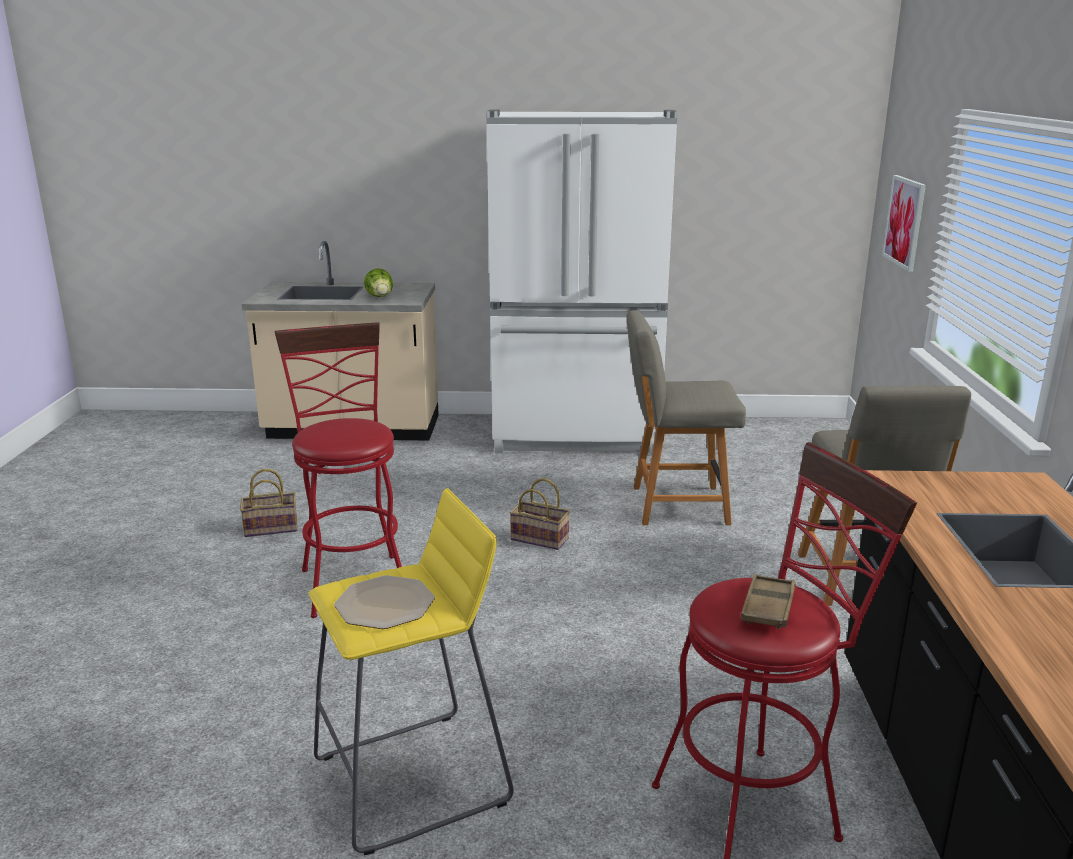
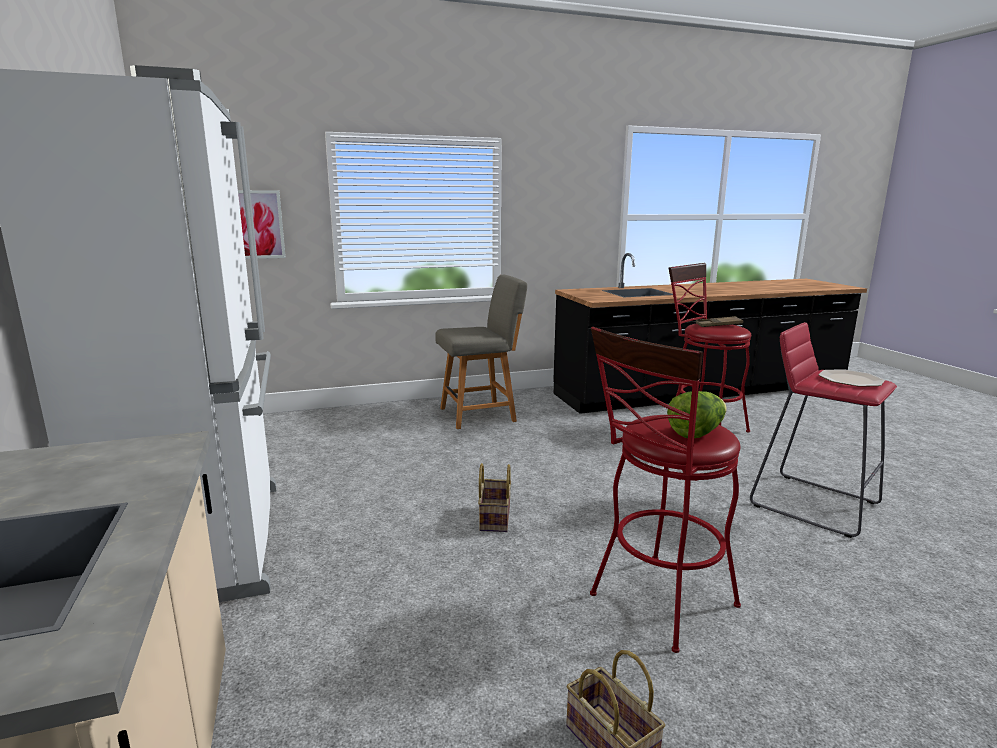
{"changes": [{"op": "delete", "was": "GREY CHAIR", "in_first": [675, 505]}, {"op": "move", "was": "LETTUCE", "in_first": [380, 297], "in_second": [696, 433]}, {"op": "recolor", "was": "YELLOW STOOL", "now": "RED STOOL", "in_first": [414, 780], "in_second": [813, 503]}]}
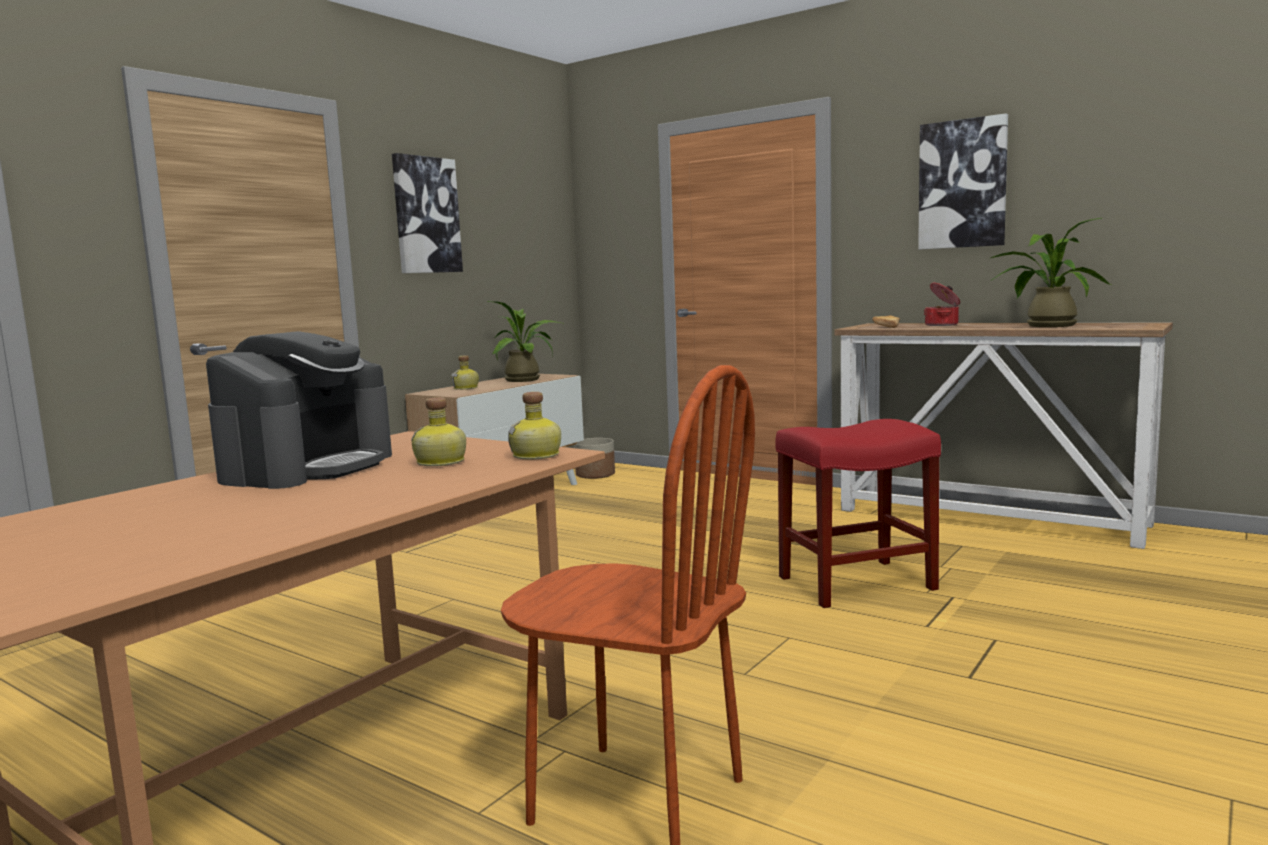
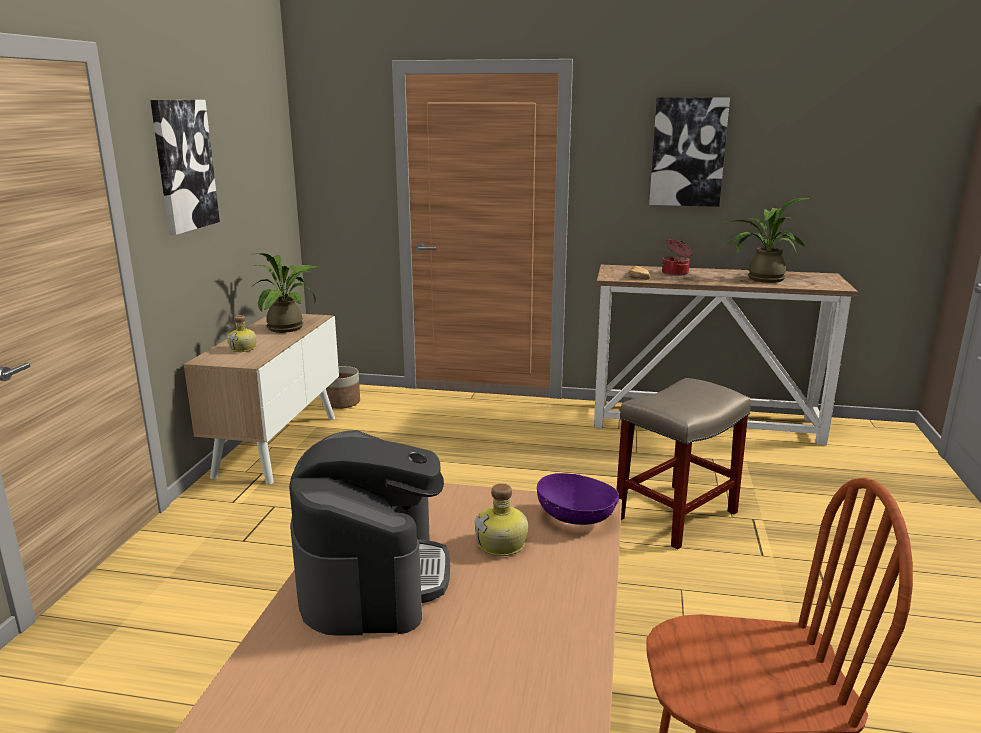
{"changes": [{"op": "replace", "was": "BOTTLE", "now": "PURPLE BOWL", "in_first": [537, 456], "in_second": [576, 517]}, {"op": "recolor", "was": "RED STOOL", "now": "BEIGE STOOL", "in_first": [854, 583], "in_second": [675, 516]}]}
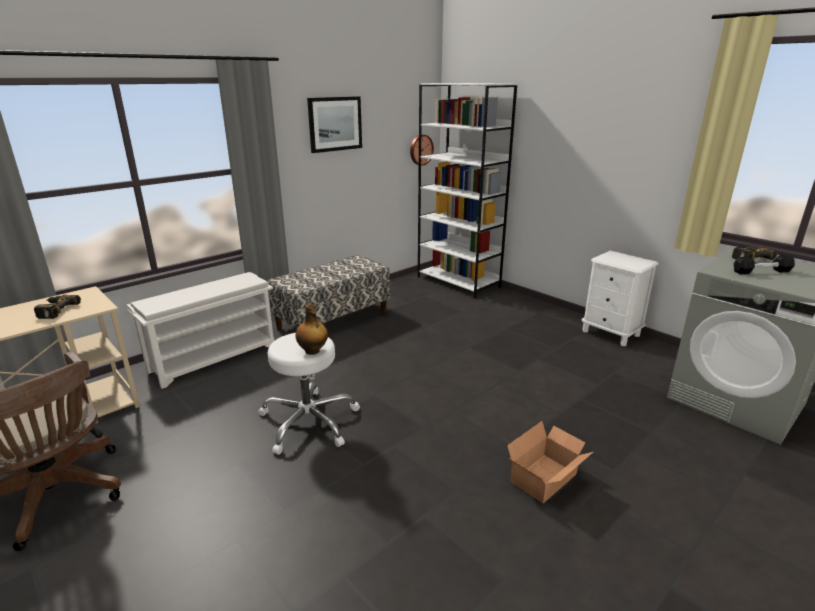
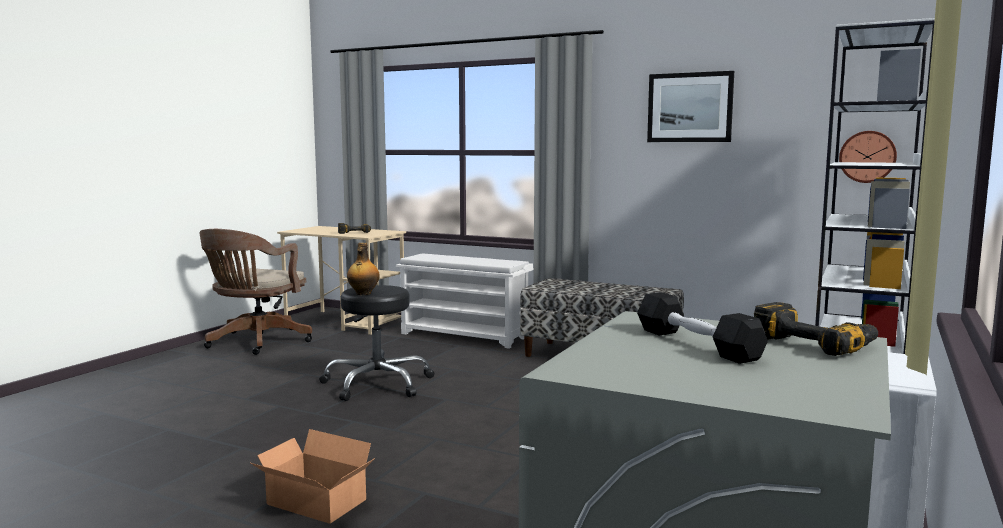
{"changes": [{"op": "recolor", "was": "WHITE STOOL", "now": "BLACK STOOL", "in_first": [309, 422], "in_second": [378, 383]}]}
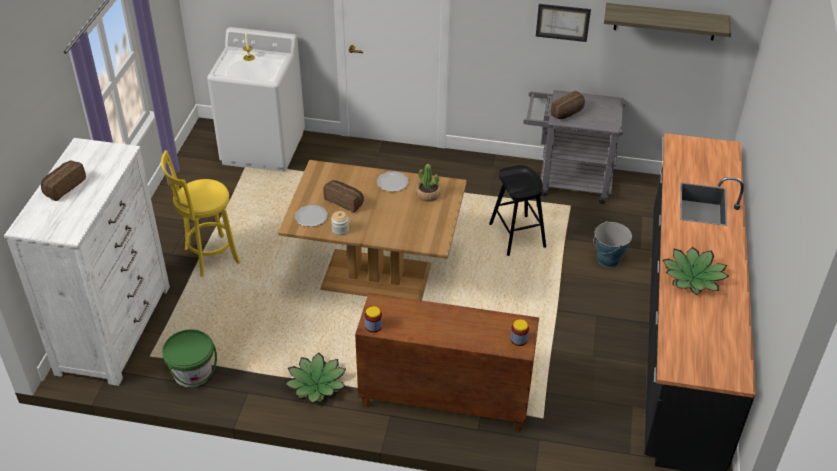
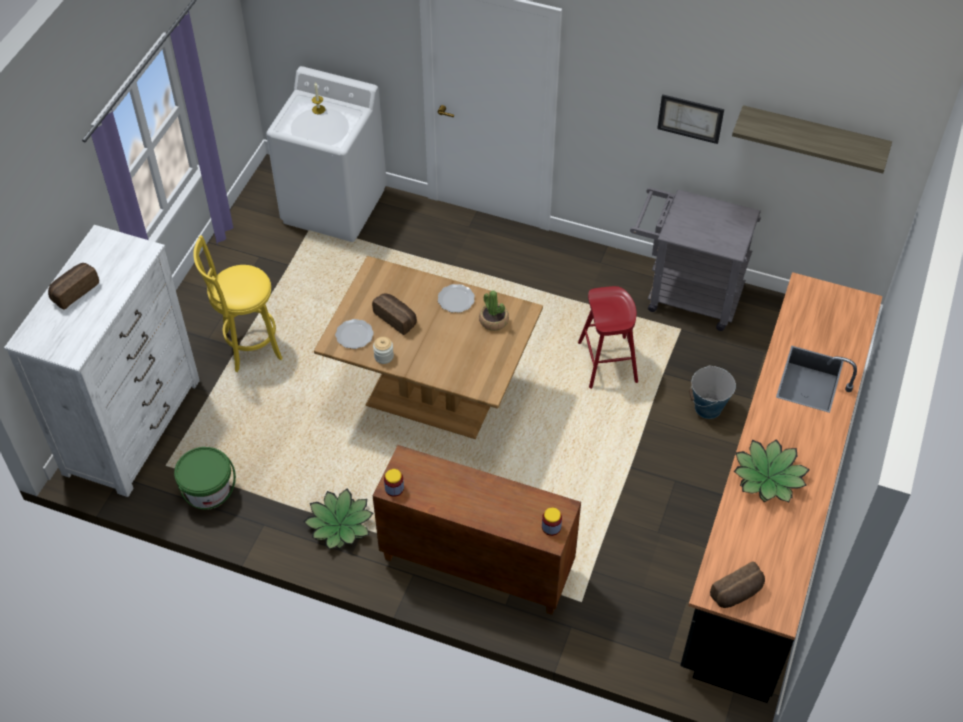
{"changes": [{"op": "move", "was": "BREAD", "in_first": [568, 113], "in_second": [737, 593]}, {"op": "recolor", "was": "BLACK STOOL", "now": "RED STOOL", "in_first": [517, 235], "in_second": [607, 362]}]}
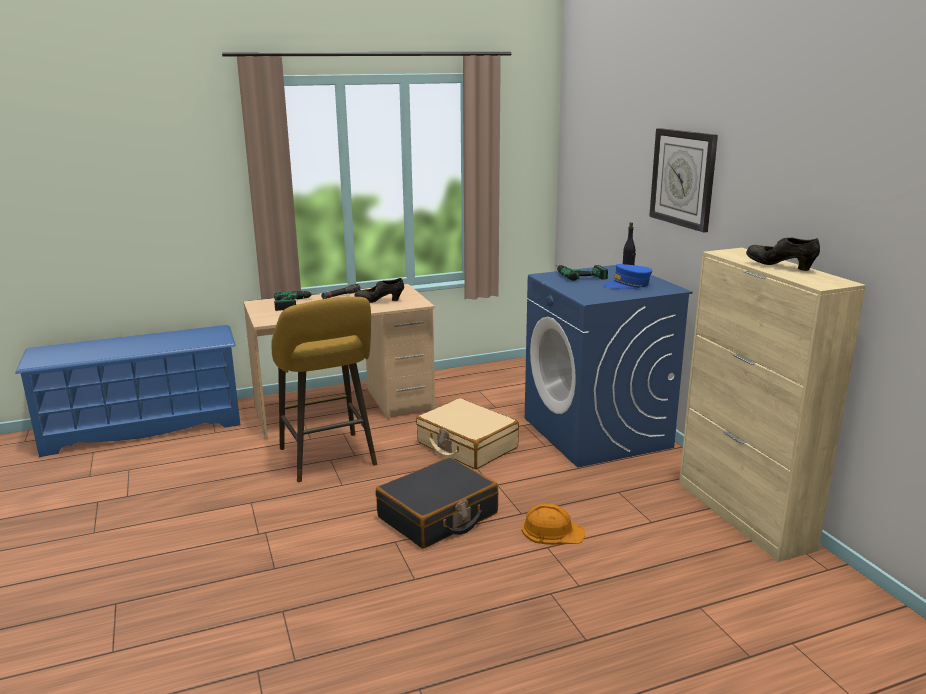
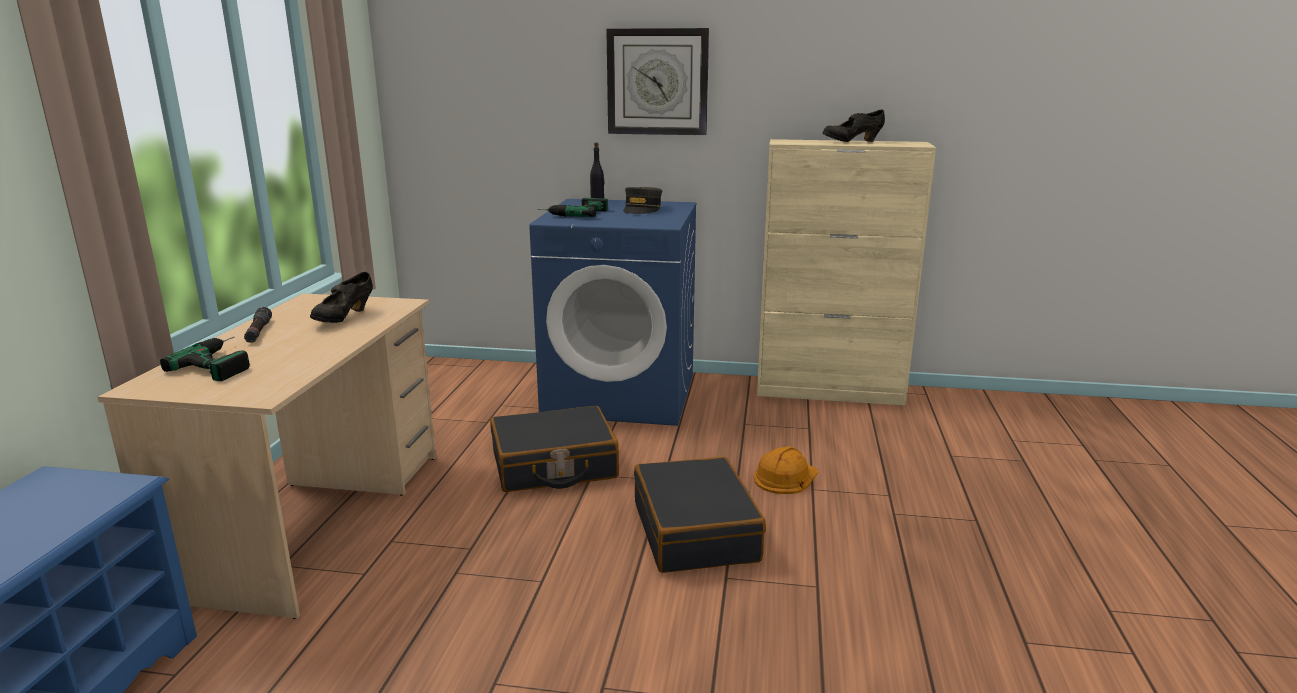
{"changes": [{"op": "delete", "was": "YELLOW STOOL", "in_first": [329, 459]}, {"op": "recolor", "was": "BEIGE SUITCASE", "now": "BLACK SUITCASE", "in_first": [466, 445], "in_second": [554, 466]}, {"op": "recolor", "was": "BLUE CAP", "now": "GREY CAP", "in_first": [628, 285], "in_second": [642, 209]}]}
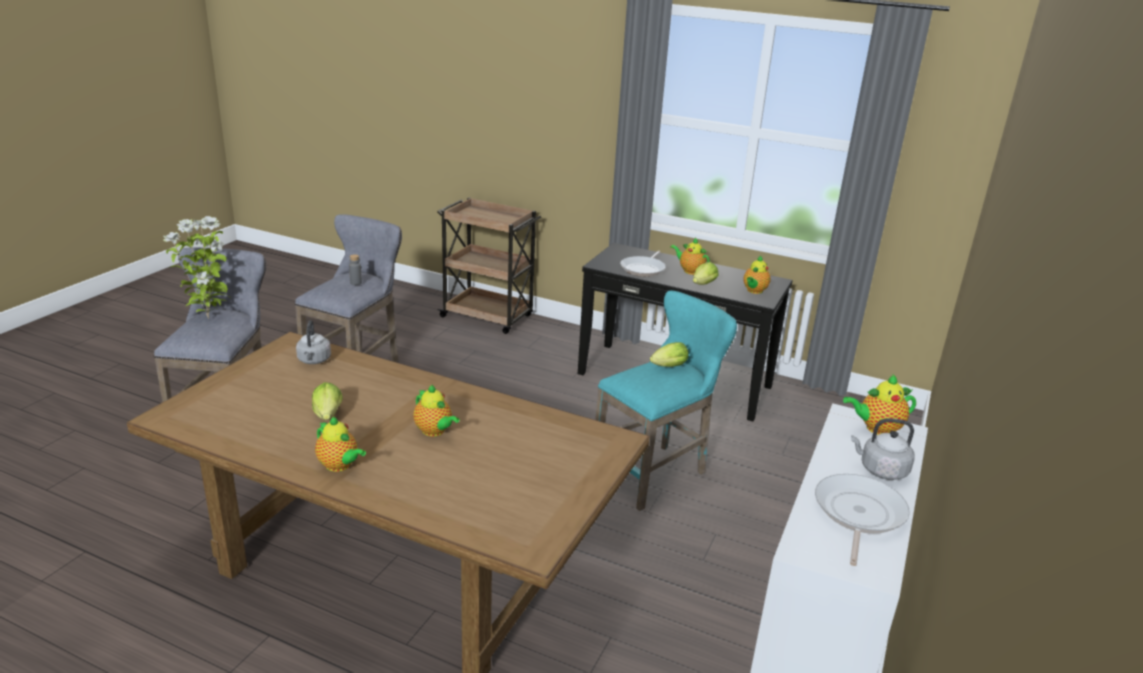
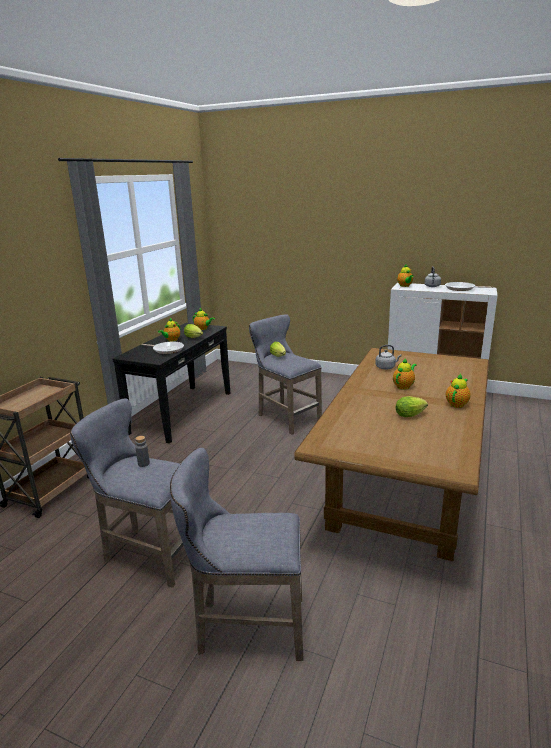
{"changes": [{"op": "delete", "was": "POTTED PLANT", "in_first": [209, 317]}, {"op": "move", "was": "GREY KETTLE", "in_first": [314, 360], "in_second": [386, 367]}, {"op": "recolor", "was": "TURQUOISE STOOL", "now": "GREY STOOL", "in_first": [655, 473], "in_second": [285, 417]}]}
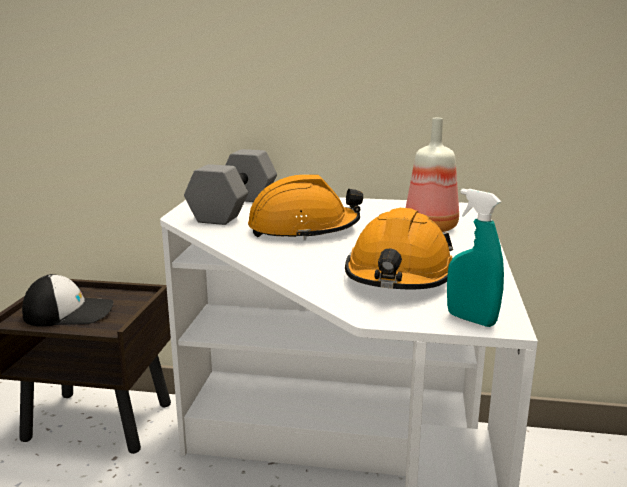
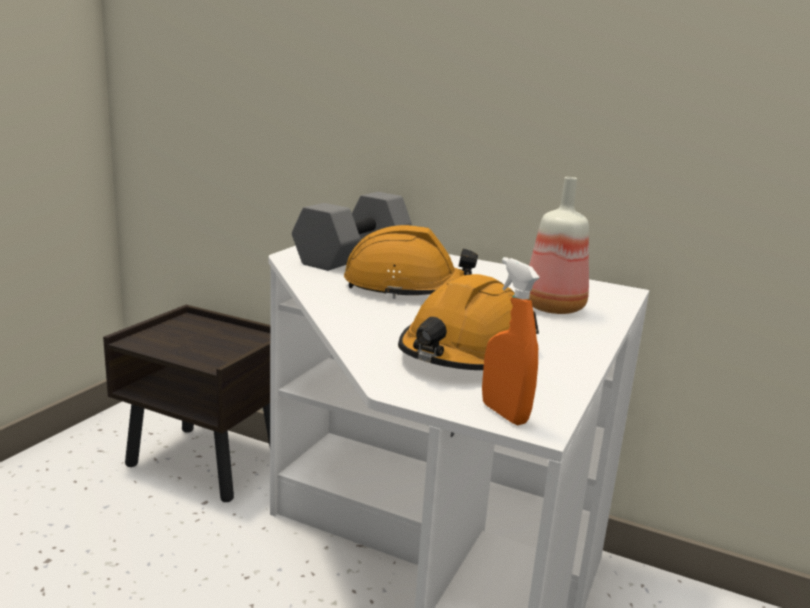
{"changes": [{"op": "delete", "was": "CAP", "in_first": [69, 312]}, {"op": "recolor", "was": "TURQUOISE SPRAY BOTTLE", "now": "ORANGE SPRAY BOTTLE", "in_first": [471, 319], "in_second": [504, 413]}]}
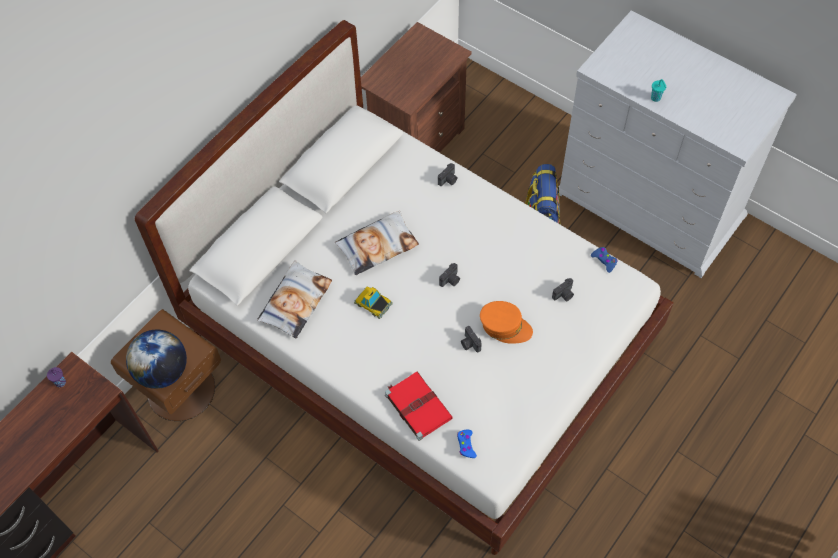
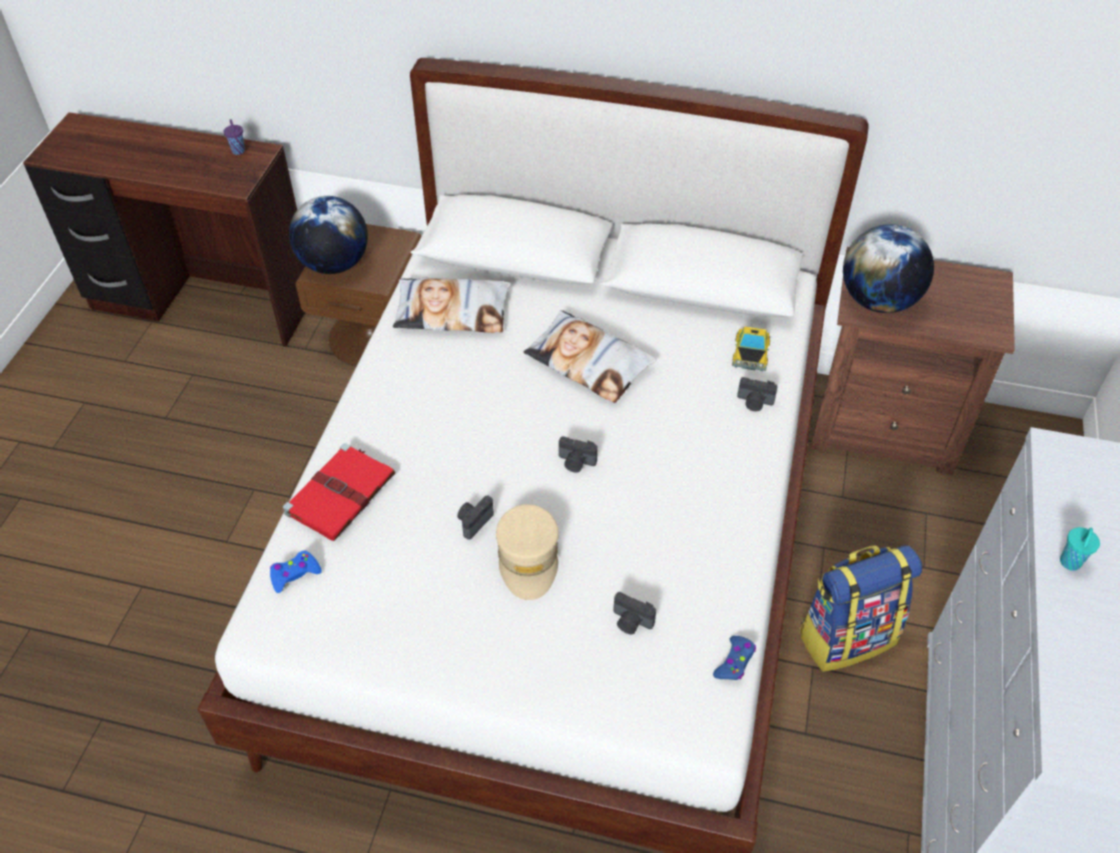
{"changes": [{"op": "insert", "now": "GLOBE", "in_second": [878, 301]}, {"op": "move", "was": "TOY CAR", "in_first": [373, 303], "in_second": [751, 352]}, {"op": "recolor", "was": "ORANGE CAP", "now": "BEIGE CAP", "in_first": [505, 327], "in_second": [528, 559]}]}
